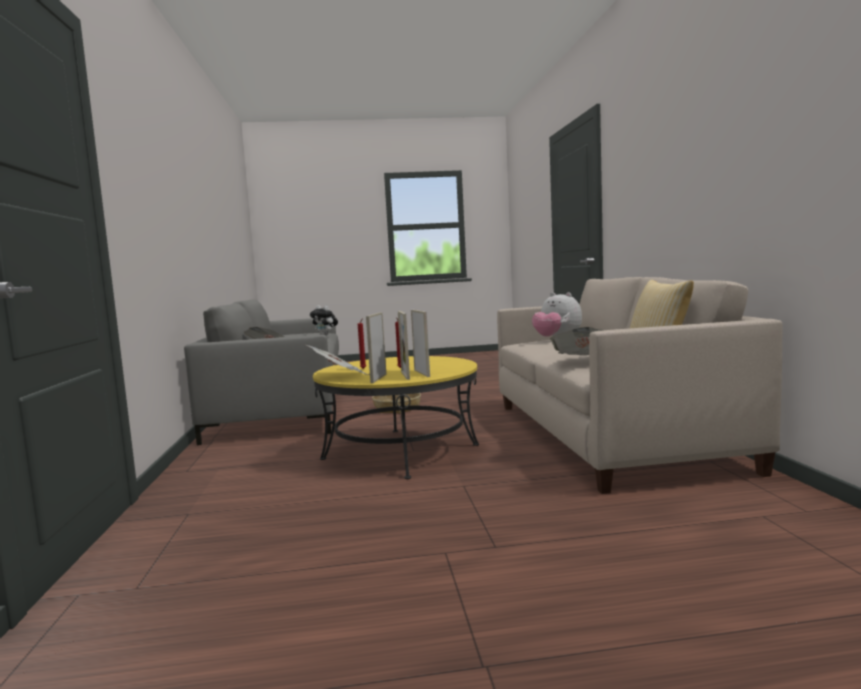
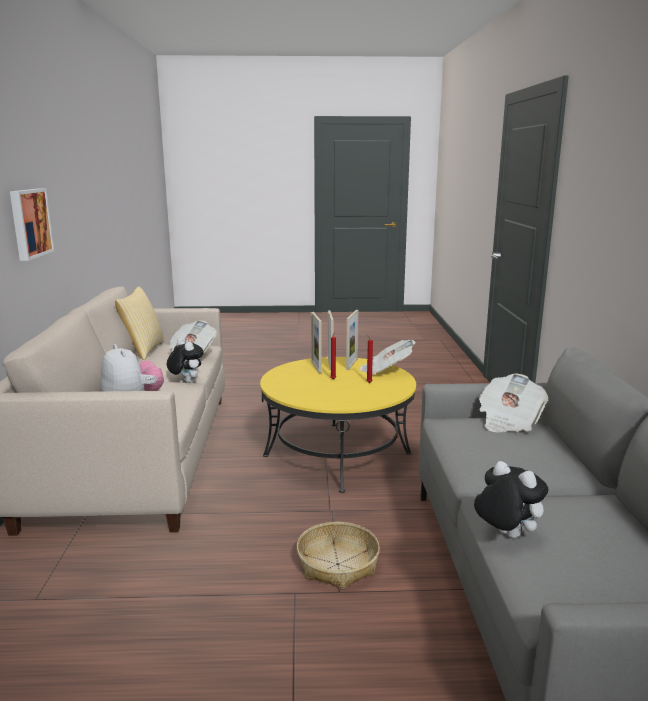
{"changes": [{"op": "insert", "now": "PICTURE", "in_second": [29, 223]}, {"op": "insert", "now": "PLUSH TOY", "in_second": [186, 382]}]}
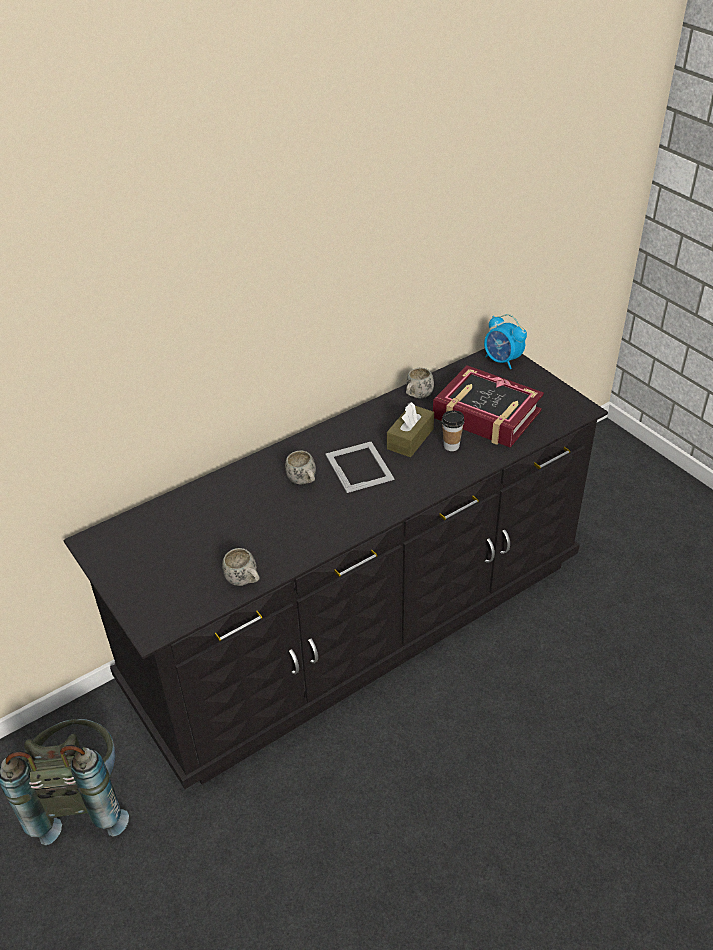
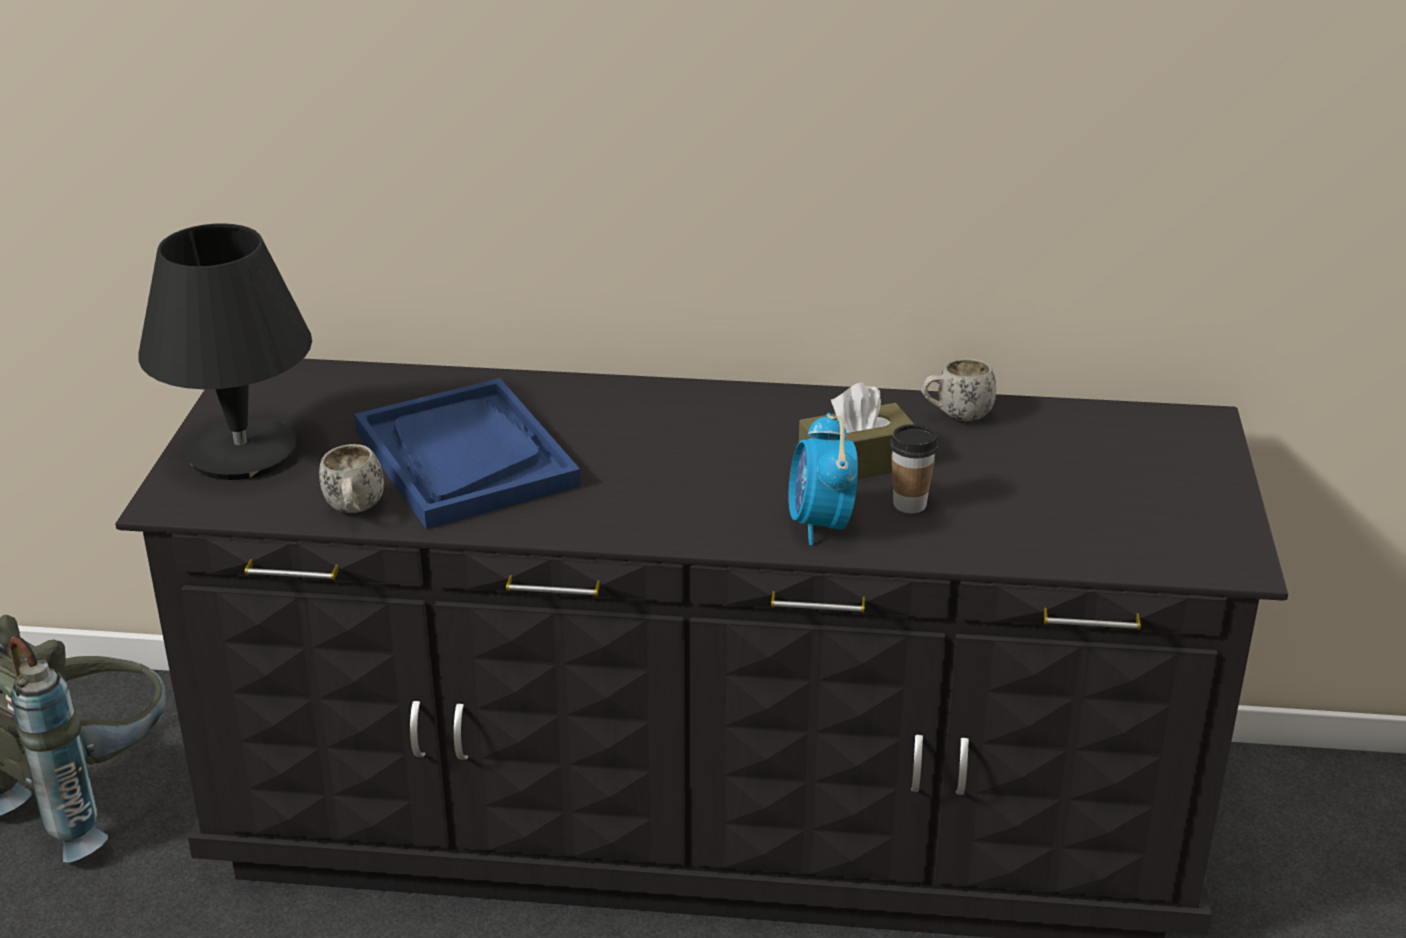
{"changes": [{"op": "delete", "was": "WHITE MUG", "in_first": [304, 482]}, {"op": "delete", "was": "PICTURE FRAME", "in_first": [359, 466]}, {"op": "delete", "was": "BOOK", "in_first": [486, 415]}, {"op": "insert", "now": "BLACK TABLE LAMP", "in_second": [242, 453]}, {"op": "insert", "now": "BLUE TRAY", "in_second": [464, 458]}, {"op": "move", "was": "ALARM CLOCK", "in_first": [502, 360], "in_second": [820, 525]}]}
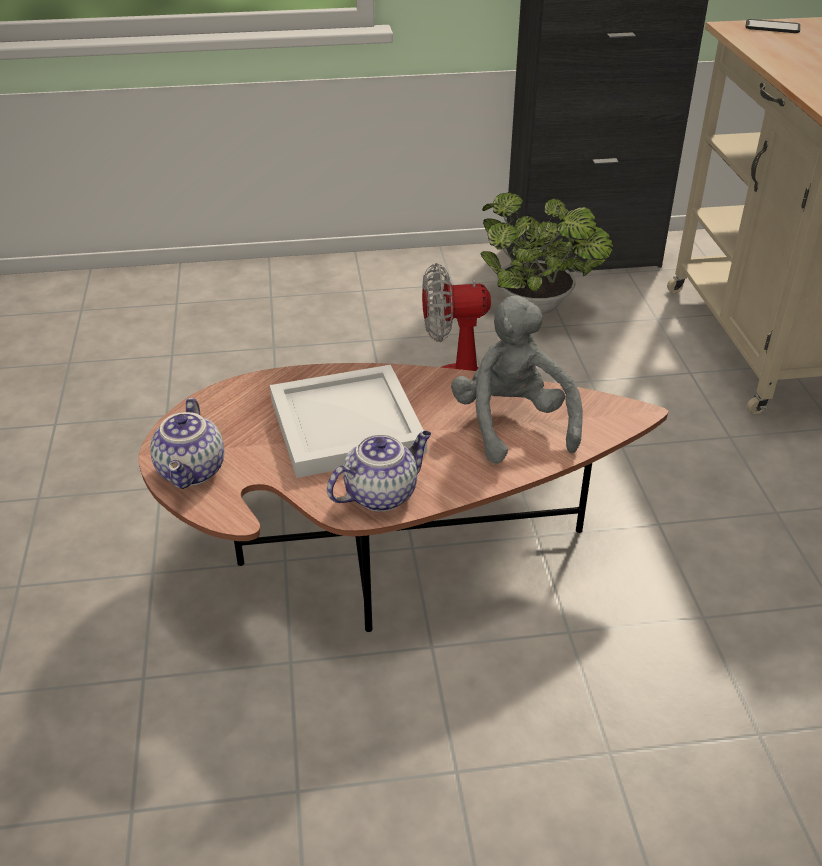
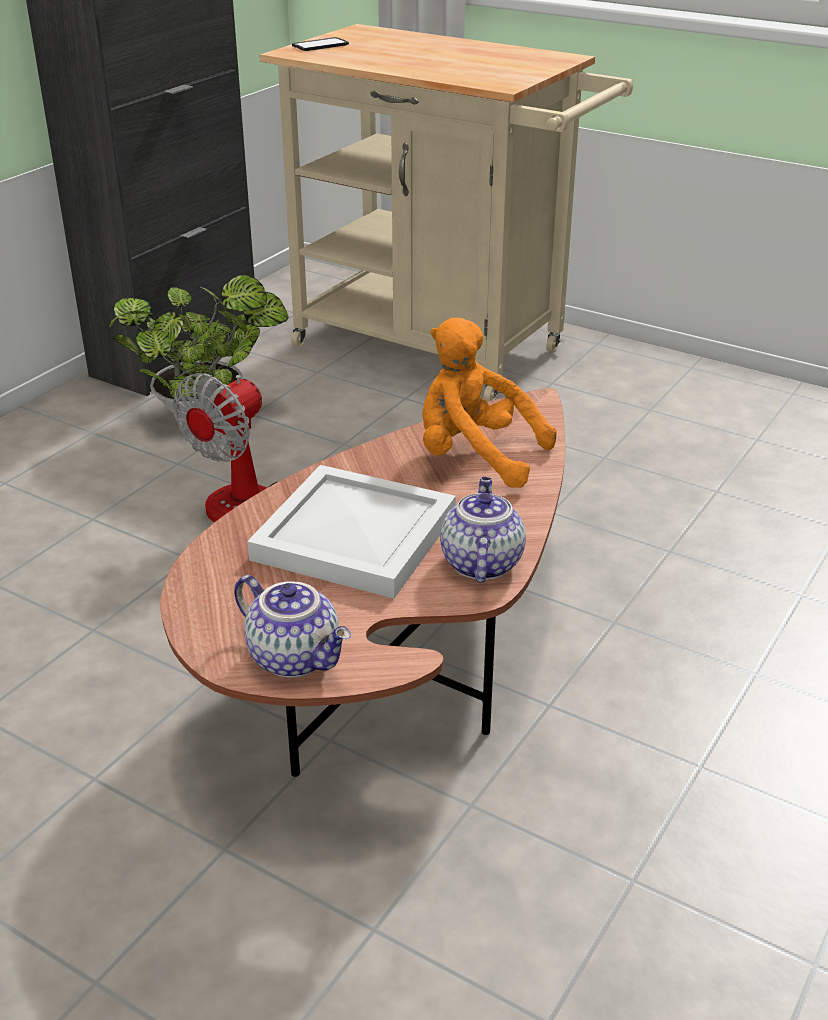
{"changes": [{"op": "recolor", "was": "GREY PLUSH TOY", "now": "ORANGE PLUSH TOY", "in_first": [512, 424], "in_second": [475, 457]}]}
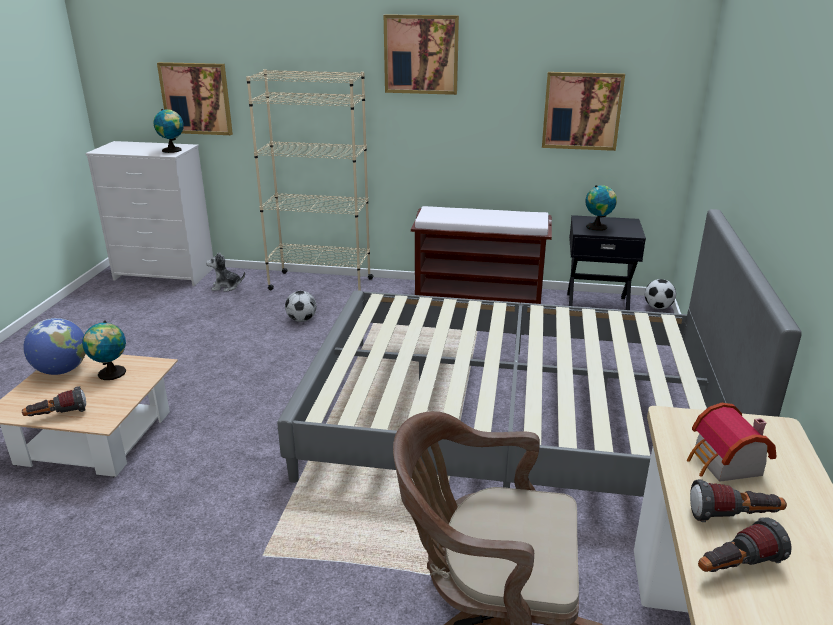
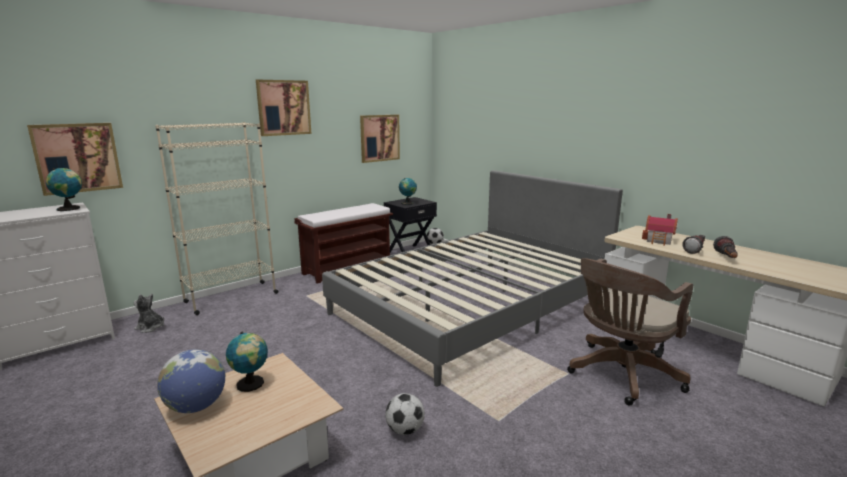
{"changes": [{"op": "delete", "was": "FLASHLIGHT", "in_first": [57, 416]}, {"op": "move", "was": "FOOTBALL", "in_first": [301, 320], "in_second": [405, 430]}, {"op": "rotate", "was": "PLUSH TOY", "in_first": [226, 287], "in_second": [150, 327], "clockwise": 75}]}
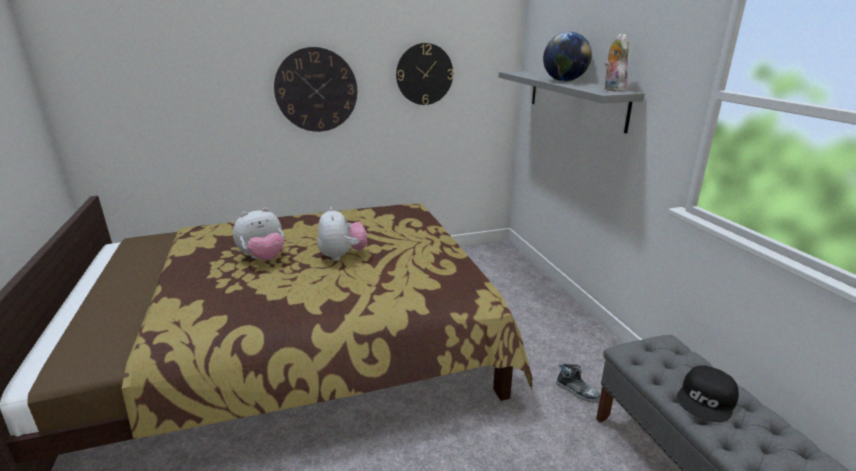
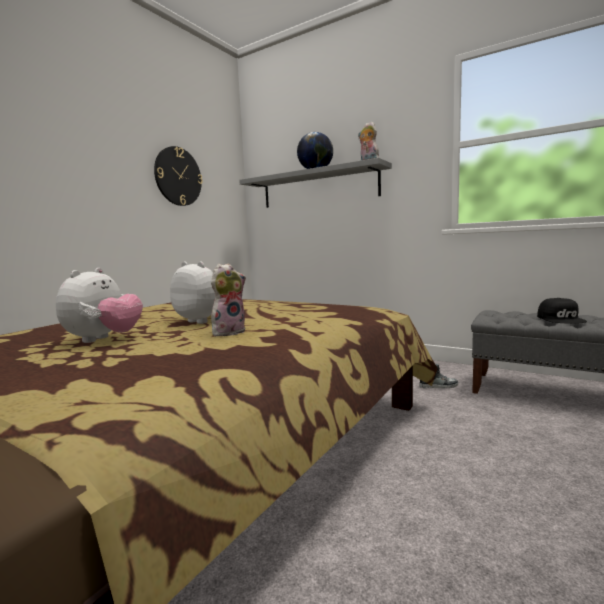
{"changes": [{"op": "delete", "was": "WALL CLOCK", "in_first": [316, 90]}, {"op": "insert", "now": "PLUSH TOY", "in_second": [229, 332]}]}
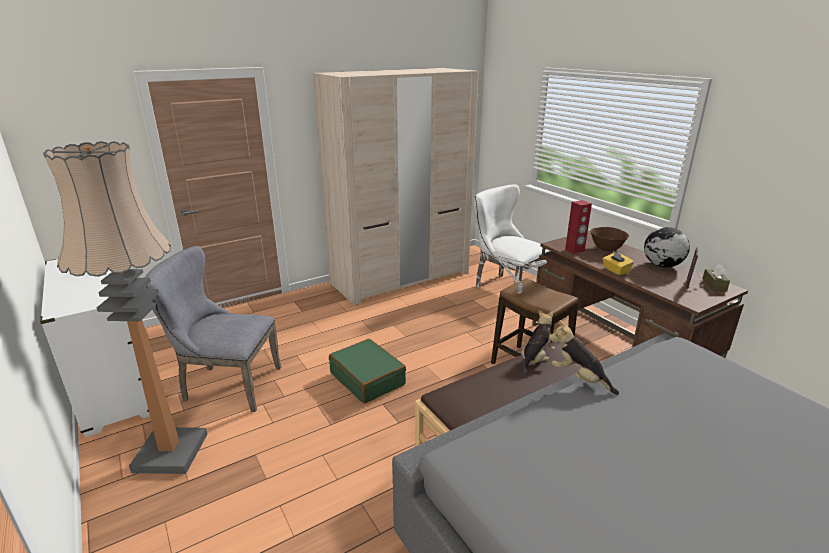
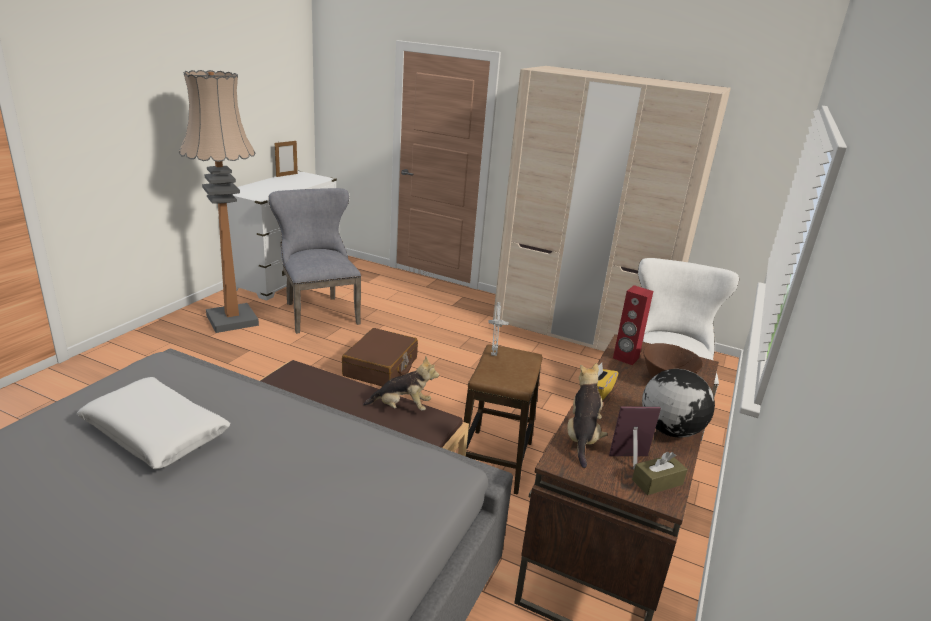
{"changes": [{"op": "insert", "now": "WHITE PILLOW", "in_second": [156, 433]}, {"op": "insert", "now": "PICTURE FRAME", "in_second": [287, 175]}, {"op": "move", "was": "PLUSH TOY", "in_first": [579, 378], "in_second": [582, 437]}, {"op": "recolor", "was": "GREEN SUITCASE", "now": "BROWN SUITCASE", "in_first": [368, 379], "in_second": [381, 367]}]}
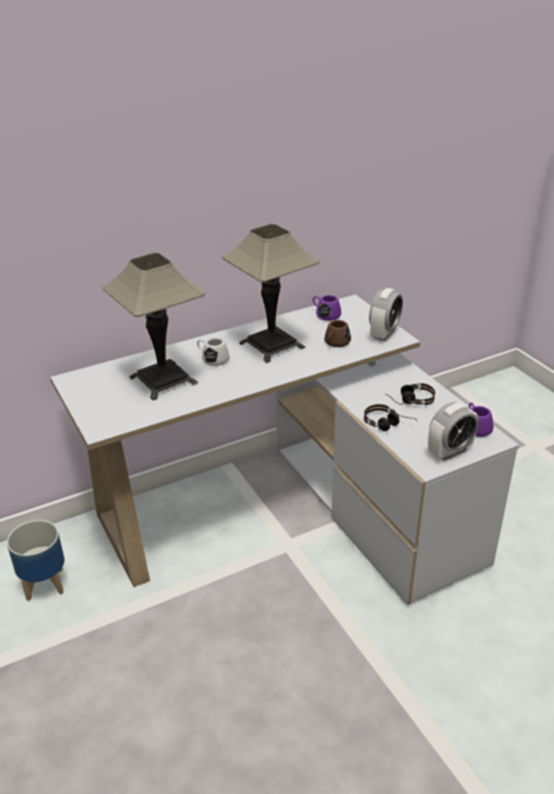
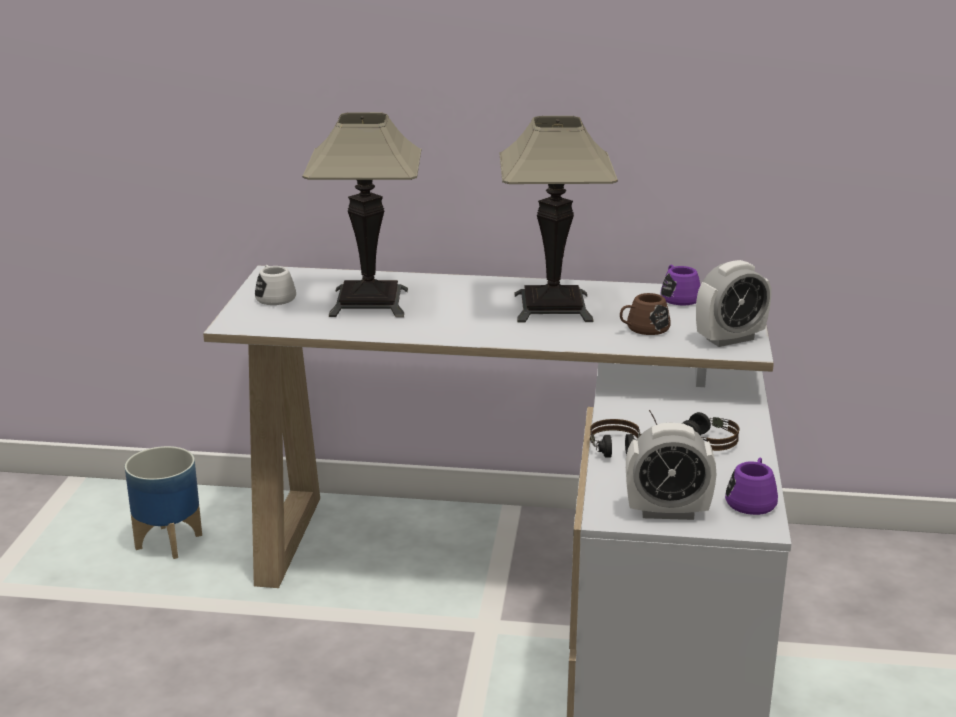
{"changes": [{"op": "move", "was": "WHITE MUG", "in_first": [212, 358], "in_second": [274, 297]}]}
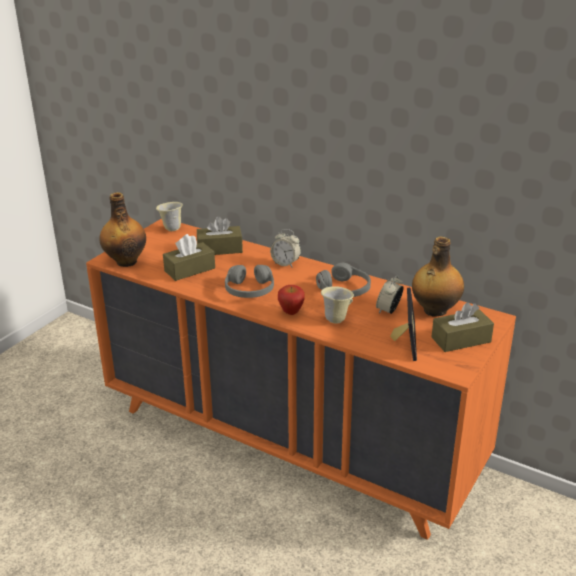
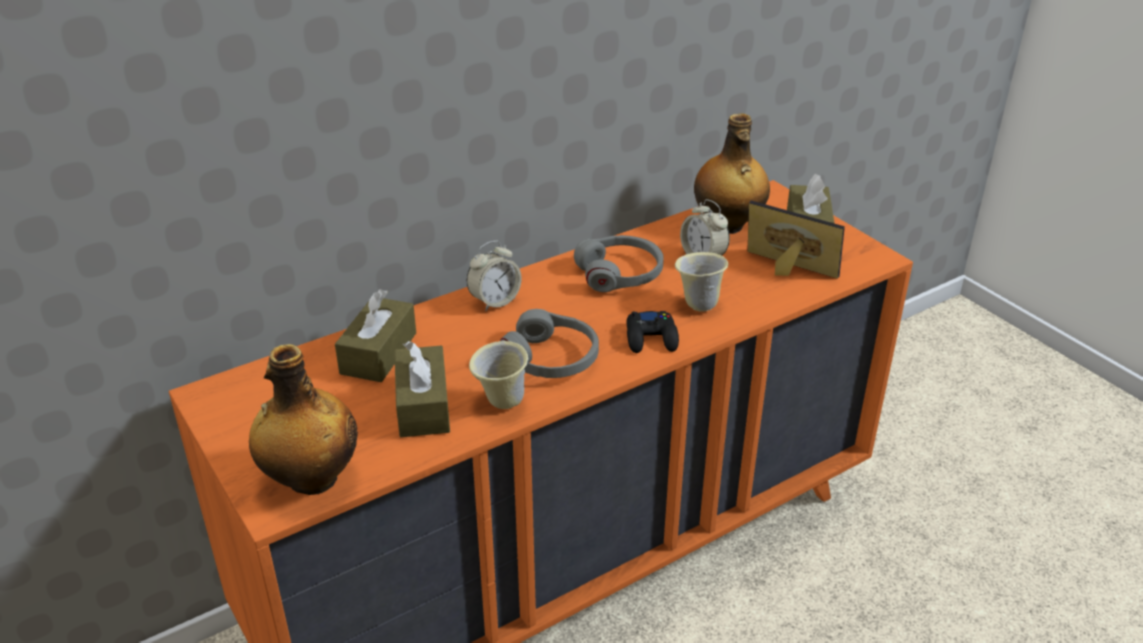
{"changes": [{"op": "move", "was": "BEIGE MUG", "in_first": [171, 229], "in_second": [500, 403]}, {"op": "replace", "was": "APPLE", "now": "BLACK GAME CONTROLLER", "in_first": [291, 312], "in_second": [651, 338]}]}
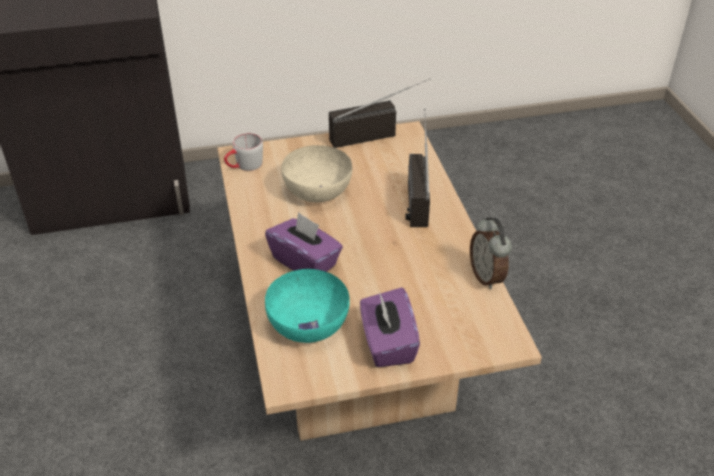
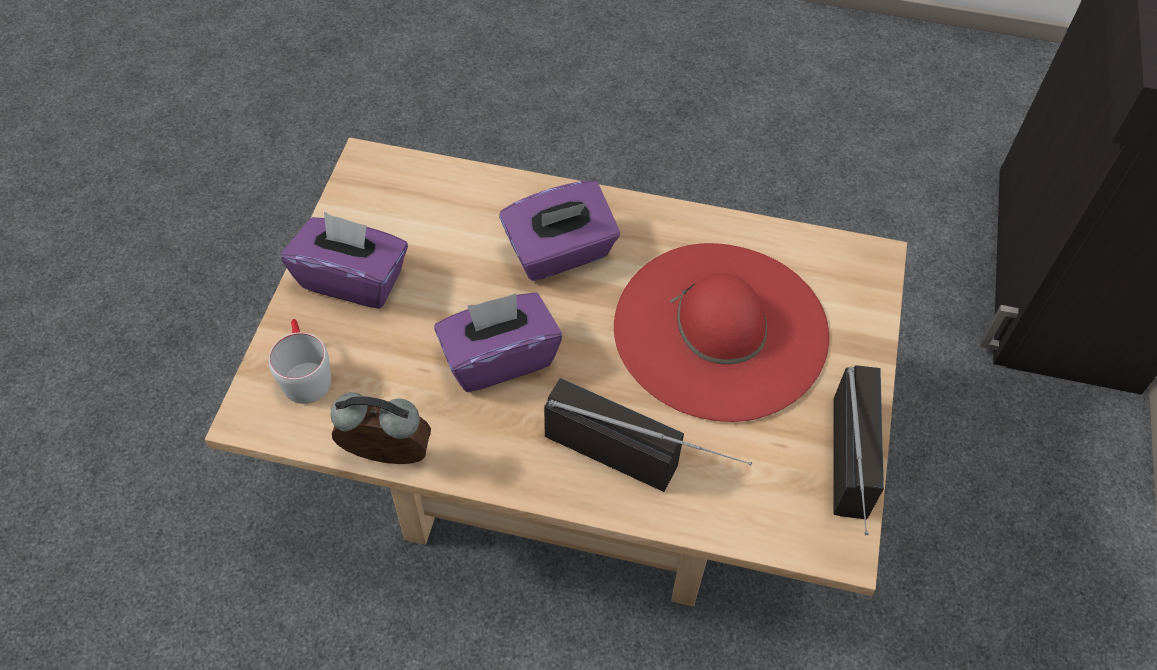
{"changes": [{"op": "delete", "was": "TURQUOISE BOWL", "in_first": [309, 324]}, {"op": "insert", "now": "PURPLE TISSUE BOX", "in_second": [499, 358]}, {"op": "move", "was": "GREY MUG", "in_first": [244, 166], "in_second": [304, 373]}, {"op": "replace", "was": "BEIGE BOWL", "now": "RED HAT", "in_first": [318, 190], "in_second": [721, 329]}]}
